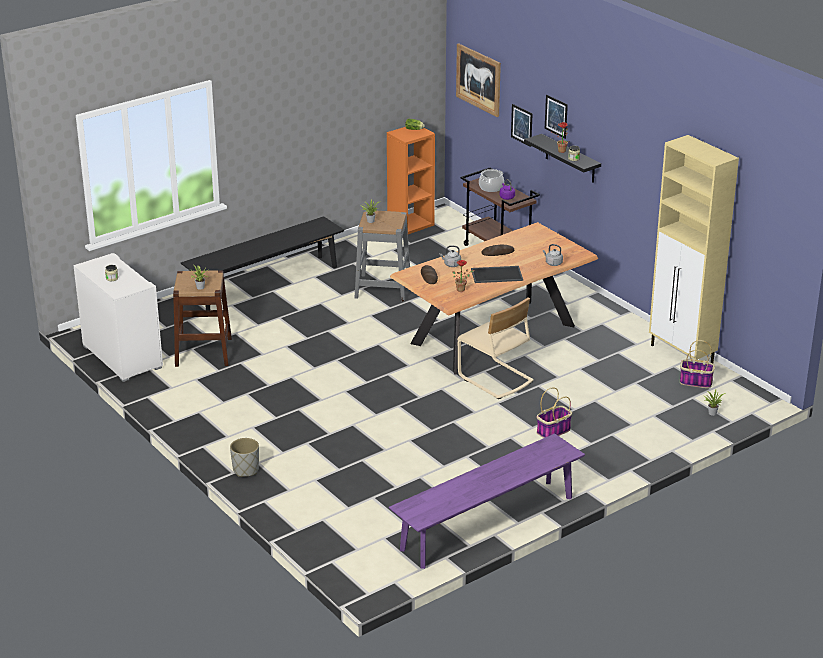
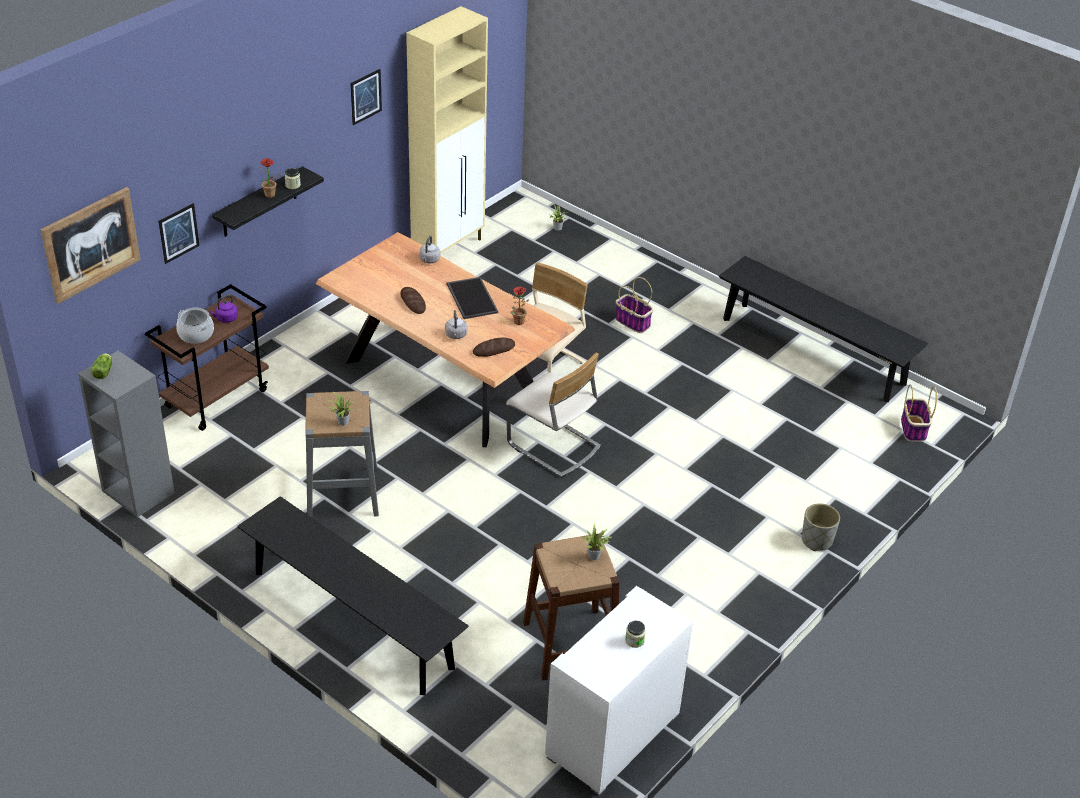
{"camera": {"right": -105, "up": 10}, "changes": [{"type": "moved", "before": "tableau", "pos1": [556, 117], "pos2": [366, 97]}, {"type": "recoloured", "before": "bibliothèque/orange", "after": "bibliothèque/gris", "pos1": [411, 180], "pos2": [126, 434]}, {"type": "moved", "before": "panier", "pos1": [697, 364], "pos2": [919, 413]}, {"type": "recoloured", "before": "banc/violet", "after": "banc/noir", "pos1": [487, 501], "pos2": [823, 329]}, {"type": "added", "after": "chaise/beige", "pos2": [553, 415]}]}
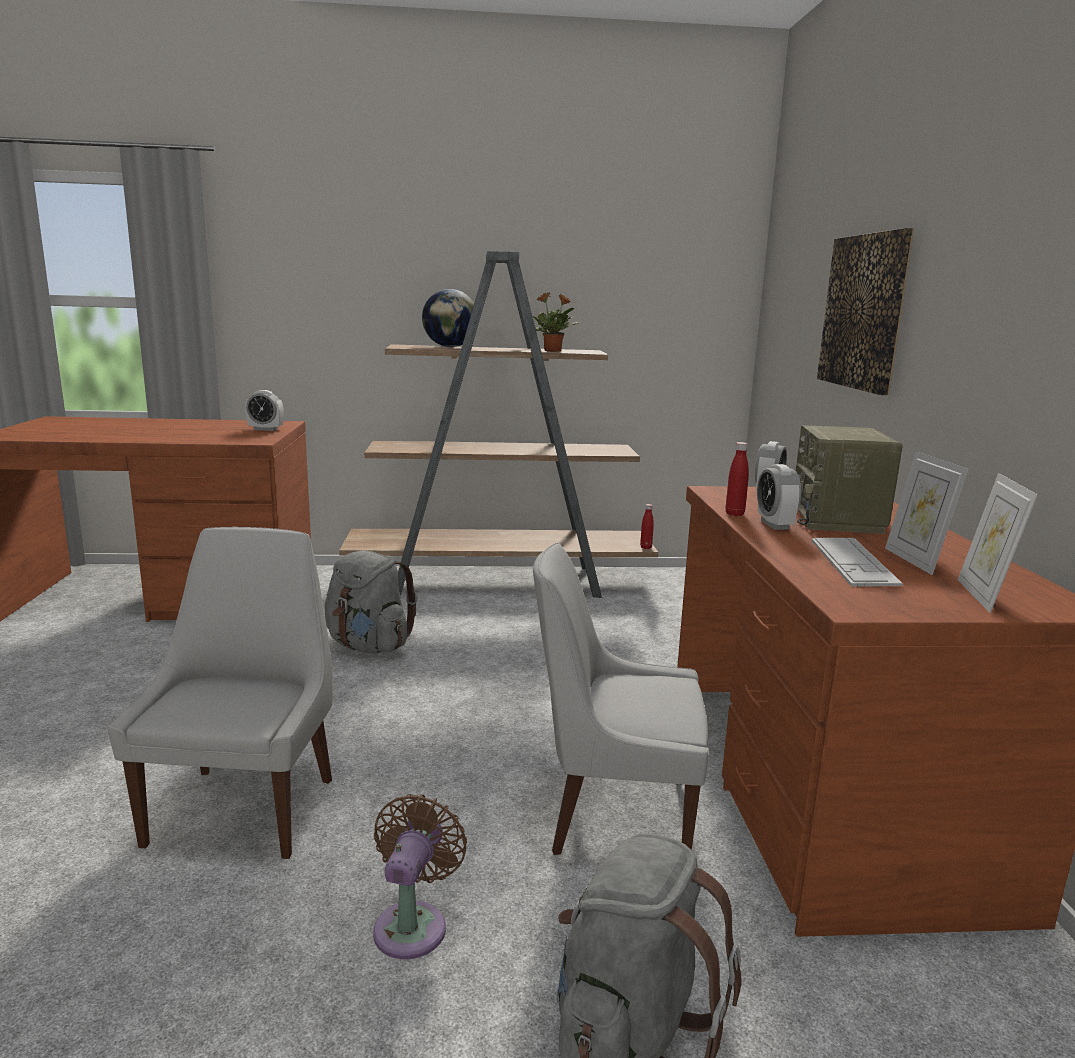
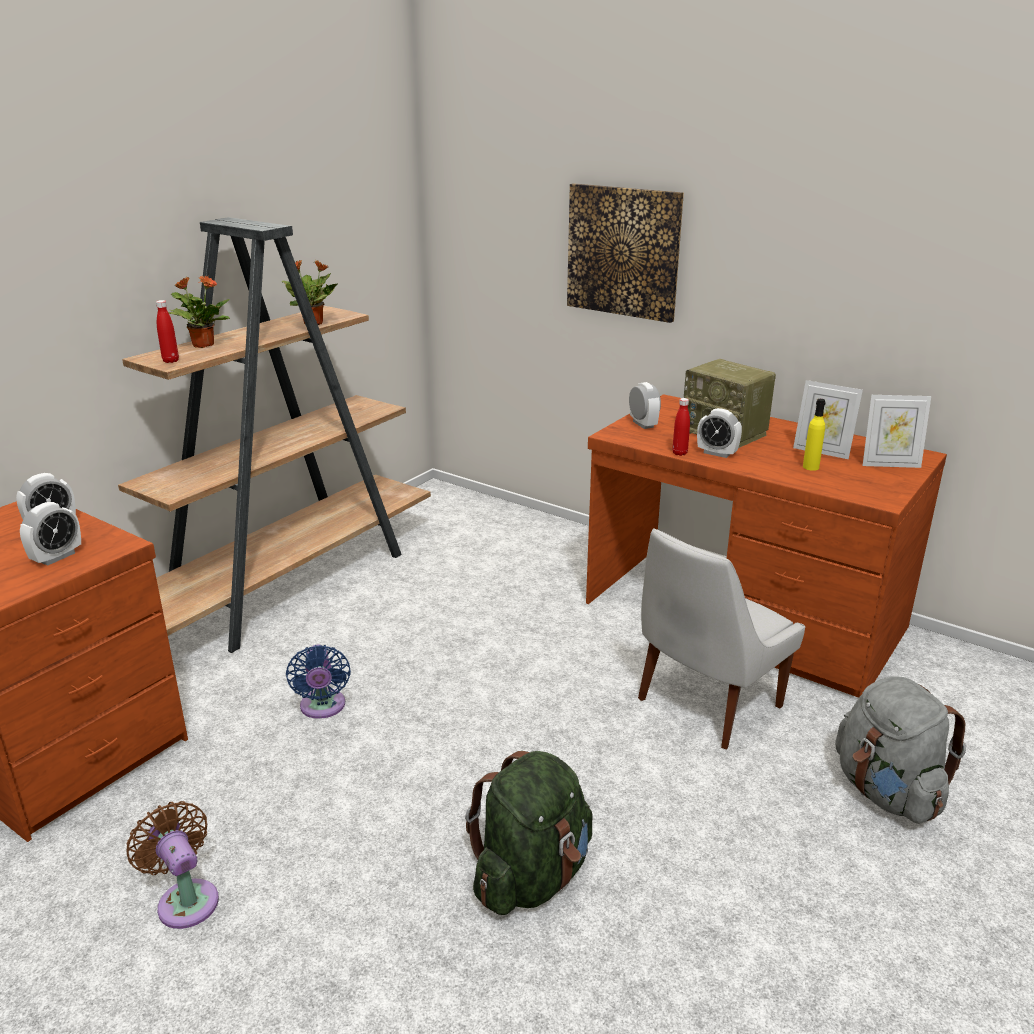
{"camera": {"right": -50, "up": 10}, "changes": [{"type": "replaced", "before": "globe", "after": "plante en pot", "pos1": [448, 318], "pos2": [199, 312]}, {"type": "turned", "before": "cadre photo", "pos1": [998, 543], "pos2": [897, 431], "turn": -45}, {"type": "moved", "before": "bouteille/rouge", "pos1": [647, 526], "pos2": [167, 331]}, {"type": "replaced", "before": "chaise/blanc", "after": "sac à dos/vert", "pos1": [220, 693], "pos2": [529, 833]}, {"type": "replaced", "before": "clavier", "after": "bouteille/jaune", "pos1": [857, 562], "pos2": [814, 435]}, {"type": "replaced", "before": "sac à dos/gris", "after": "ventilateur/bleu", "pos1": [371, 602], "pos2": [318, 682]}, {"type": "moved", "before": "ventilateur/marron", "pos1": [420, 876], "pos2": [172, 865]}, {"type": "added", "after": "réveil", "pos2": [50, 534]}]}
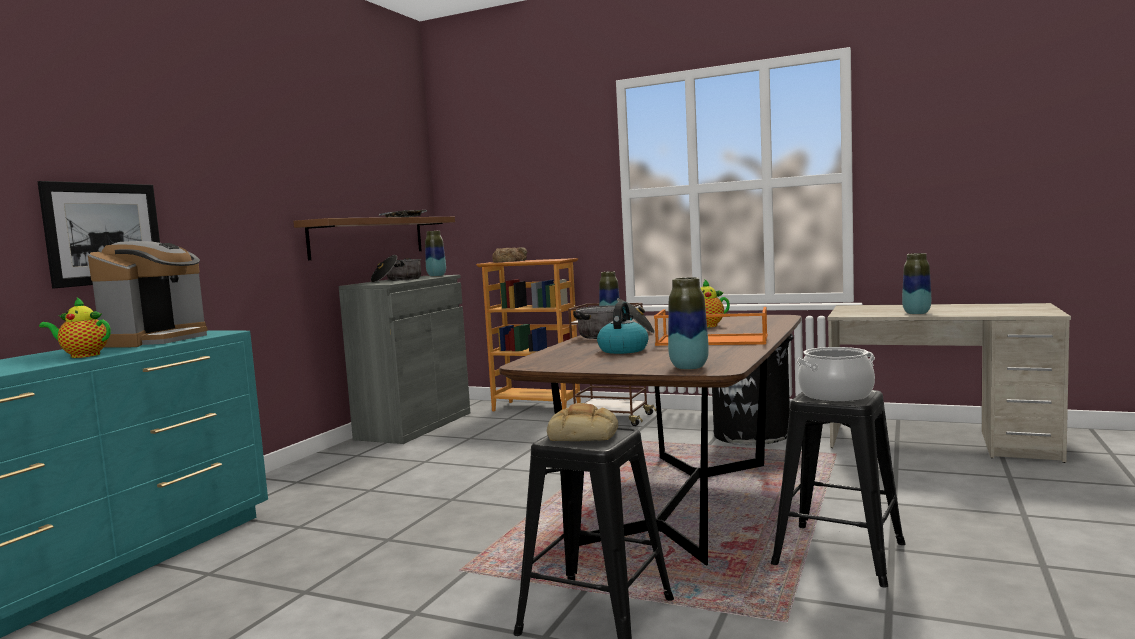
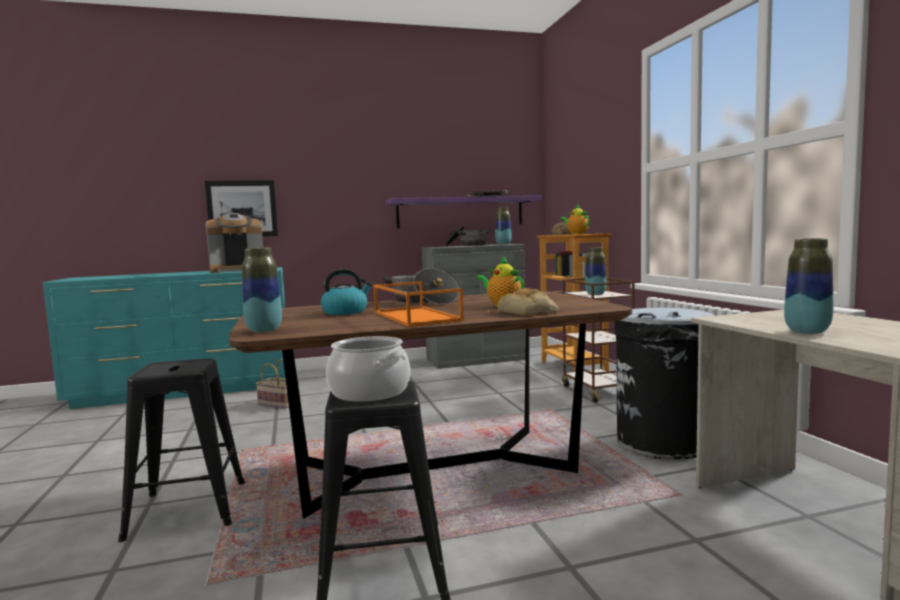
{"camera": {"right": 50, "up": 0}, "changes": [{"type": "recoloured", "before": "étagère/marron", "after": "étagère/violet", "pos1": [374, 238], "pos2": [464, 212]}, {"type": "moved", "before": "théière", "pos1": [75, 327], "pos2": [575, 219]}, {"type": "moved", "before": "pain", "pos1": [582, 422], "pos2": [527, 301]}, {"type": "added", "after": "panier", "pos2": [277, 384]}]}
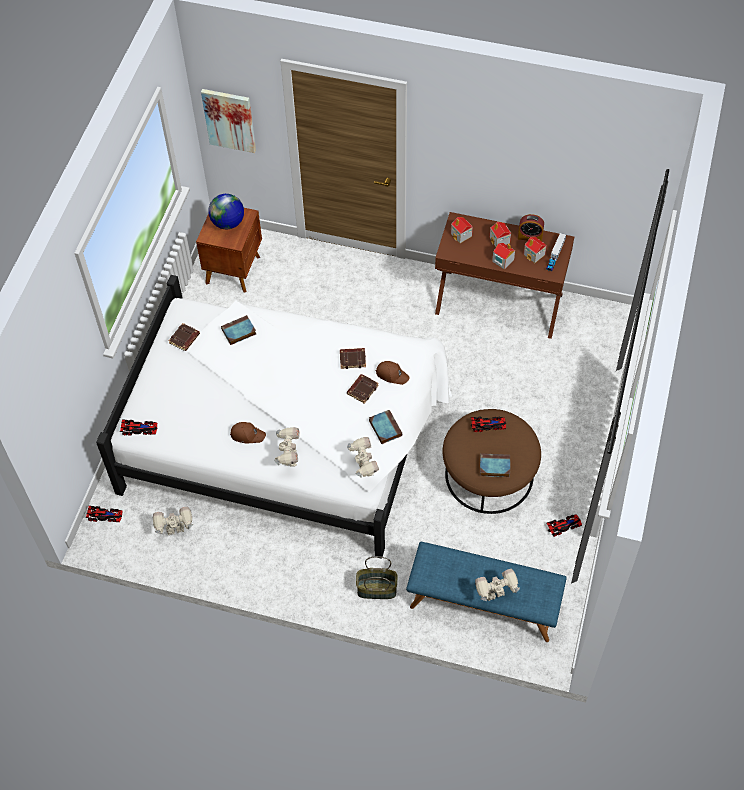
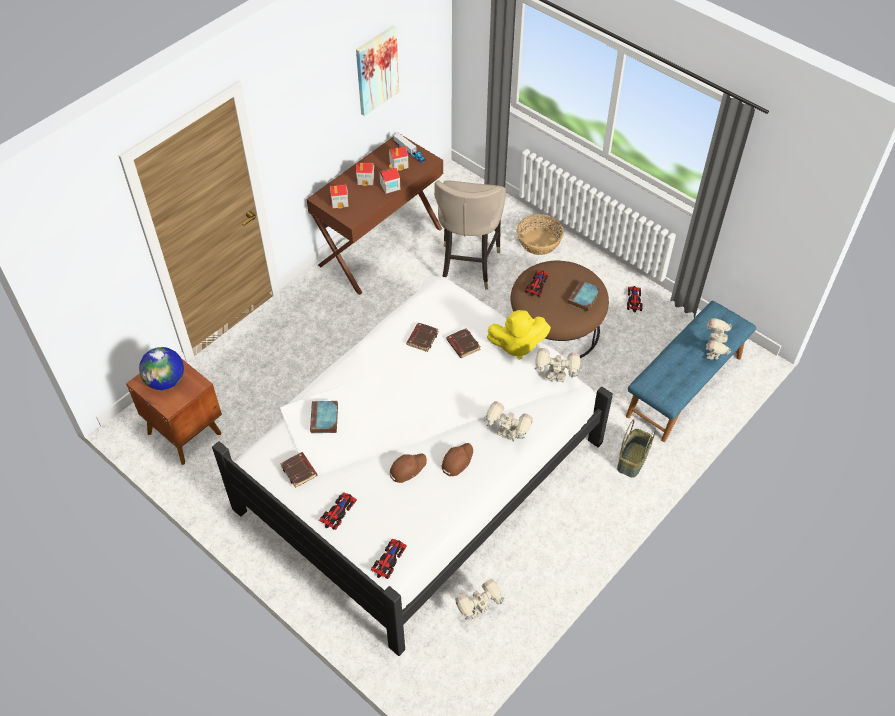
{"camera": {"right": -65, "up": -5}, "changes": [{"type": "moved", "before": "tableau", "pos1": [228, 121], "pos2": [377, 71]}, {"type": "removed", "before": "réveil", "pos1": [531, 227]}, {"type": "moved", "before": "casquette/marron", "pos1": [393, 373], "pos2": [408, 468]}, {"type": "replaced", "before": "livre", "after": "peluche/jaune", "pos1": [385, 427], "pos2": [519, 335]}, {"type": "moved", "before": "petite voiture", "pos1": [104, 514], "pos2": [338, 511]}, {"type": "turned", "before": "robot jouet", "pos1": [173, 521], "pos2": [479, 599], "turn": 45}, {"type": "added", "after": "tabouret/beige", "pos2": [470, 235]}, {"type": "added", "after": "panier", "pos2": [540, 234]}]}
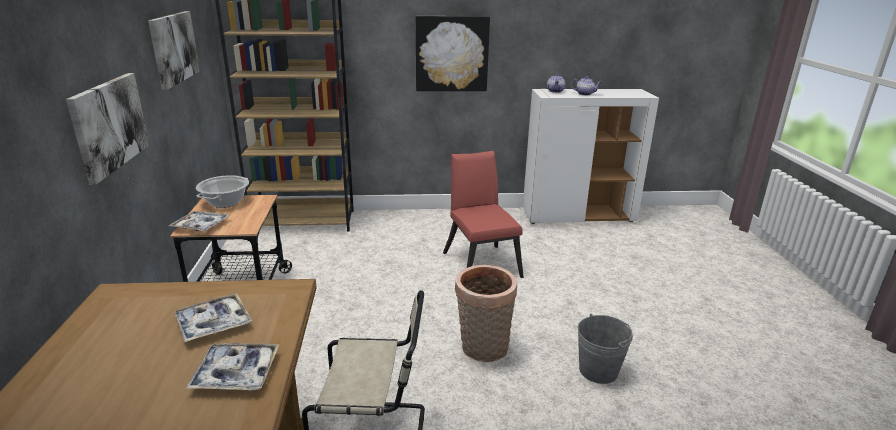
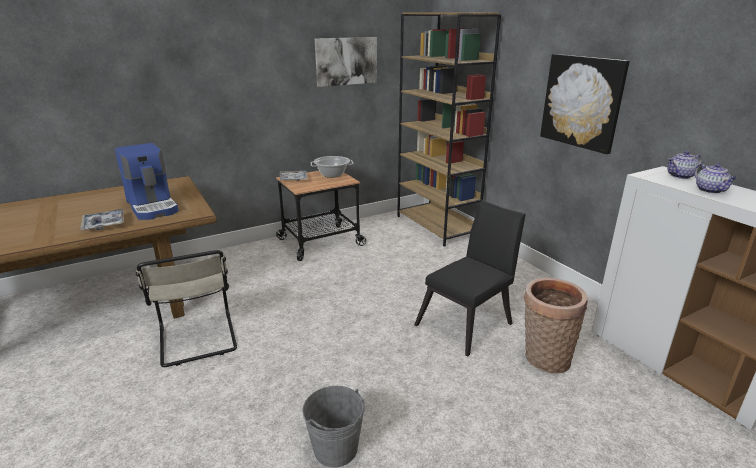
{"camera": {"right": 65, "up": 0}, "changes": [{"type": "removed", "before": "tableau", "pos1": [108, 128]}, {"type": "recoloured", "before": "chaise/rouge", "after": "chaise/noir", "pos1": [483, 214], "pos2": [470, 278]}, {"type": "moved", "before": "panier", "pos1": [486, 313], "pos2": [556, 326]}, {"type": "replaced", "before": "plateau", "after": "machine à café", "pos1": [213, 317], "pos2": [147, 181]}]}
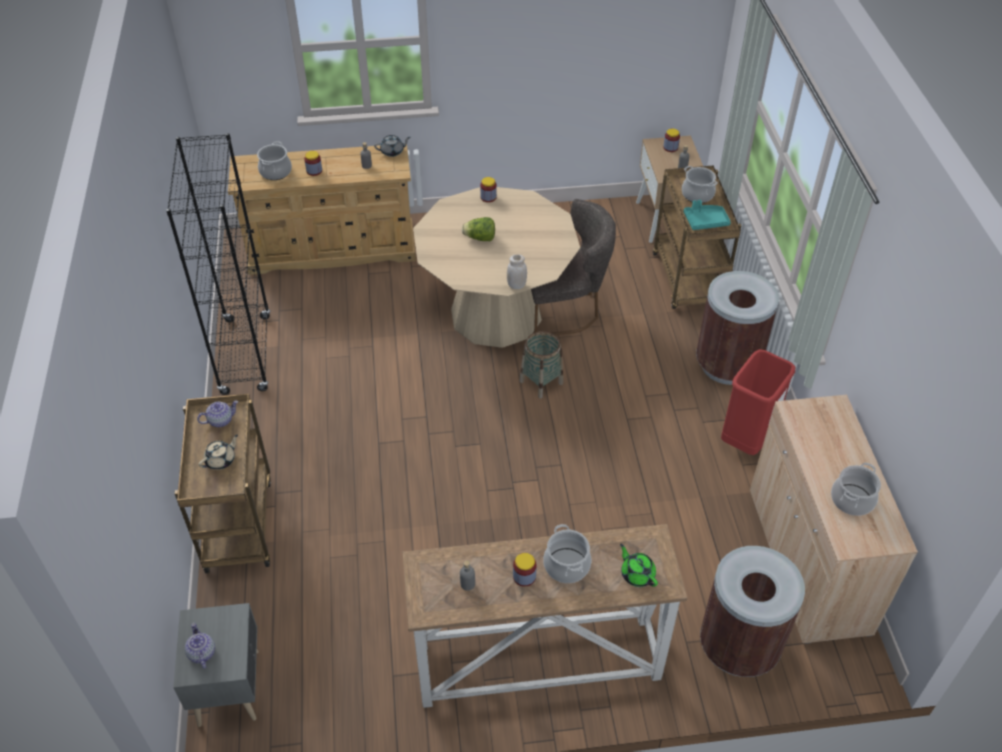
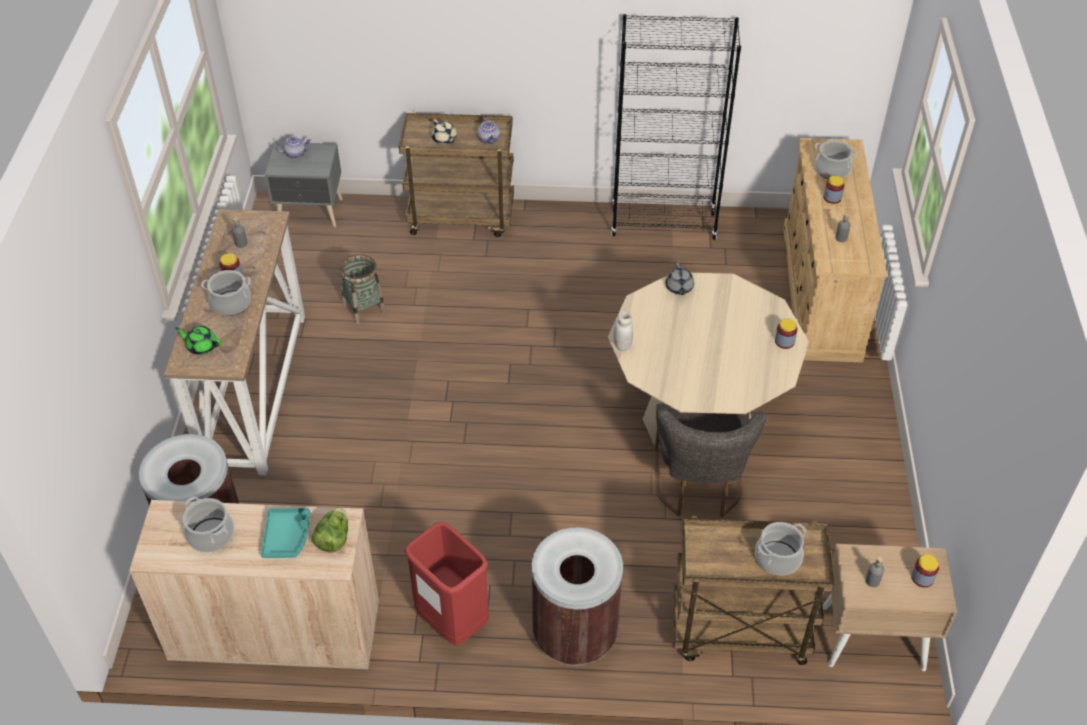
{"camera": {"right": 100, "up": 0}, "changes": [{"type": "moved", "before": "théière/gris", "pos1": [392, 146], "pos2": [680, 279]}, {"type": "moved", "before": "plateau/turquoise", "pos1": [707, 215], "pos2": [285, 533]}, {"type": "moved", "before": "laitue", "pos1": [478, 229], "pos2": [330, 529]}, {"type": "moved", "before": "panier", "pos1": [541, 365], "pos2": [363, 289]}, {"type": "turned", "before": "théière/vert", "pos1": [639, 565], "pos2": [198, 340], "turn": -135}]}
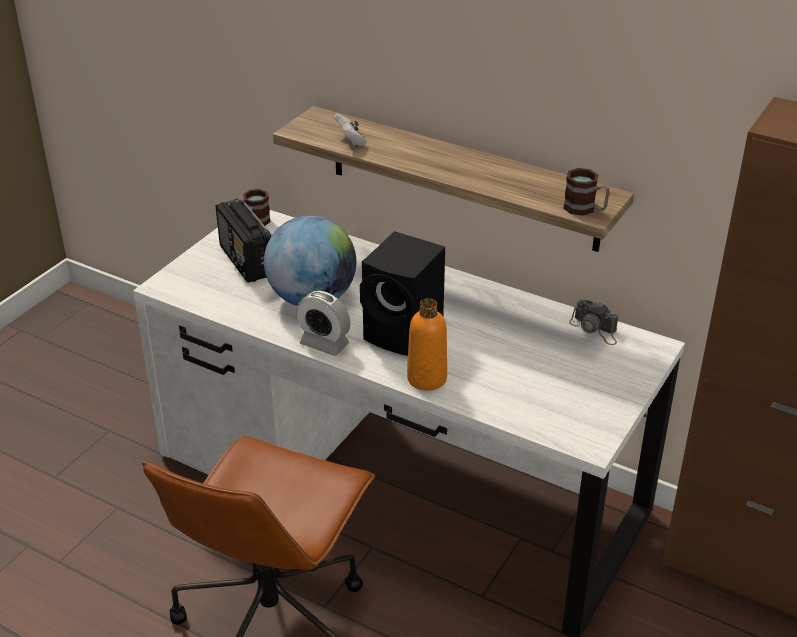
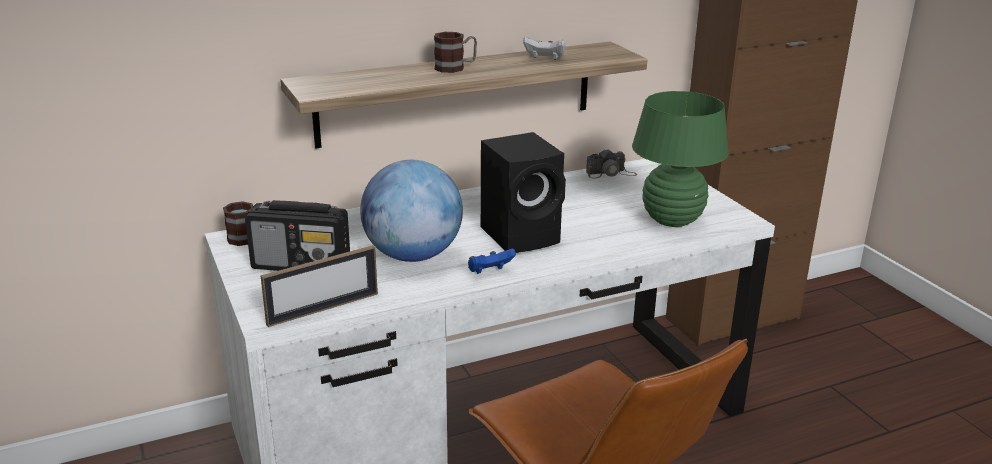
{"camera": {"right": -55, "up": -10}, "changes": [{"type": "moved", "before": "manette/blanc", "pos1": [349, 129], "pos2": [544, 48]}, {"type": "moved", "before": "mug", "pos1": [586, 192], "pos2": [455, 52]}, {"type": "replaced", "before": "réveil", "after": "manette/bleu", "pos1": [323, 323], "pos2": [492, 261]}, {"type": "removed", "before": "bouteille/orange", "pos1": [427, 344]}, {"type": "added", "after": "lampe de table/vert", "pos2": [680, 159]}, {"type": "added", "after": "cadre photo", "pos2": [319, 286]}]}
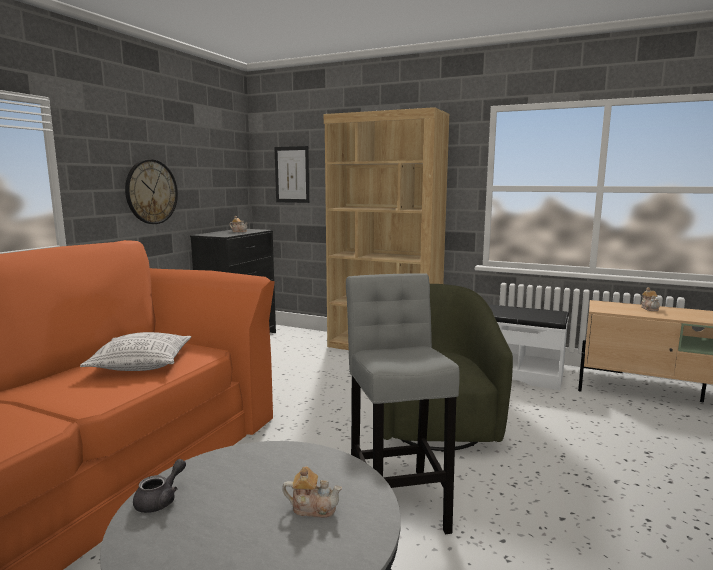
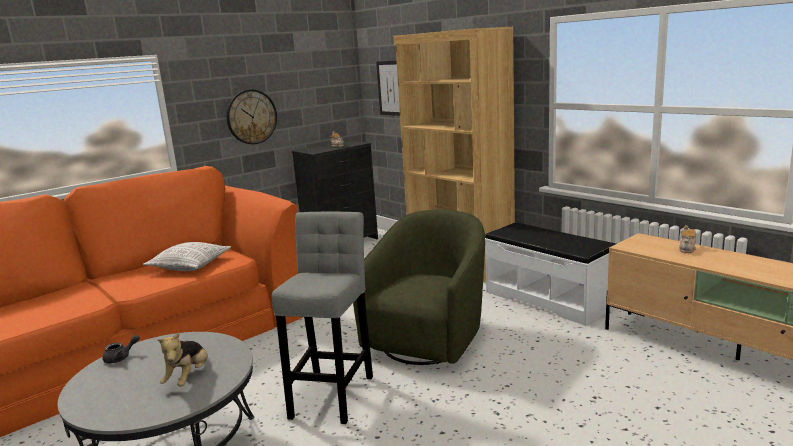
{"camera": {"right": 25, "up": 5}, "changes": [{"type": "replaced", "before": "théière", "after": "peluche", "pos1": [312, 492], "pos2": [183, 359]}]}
